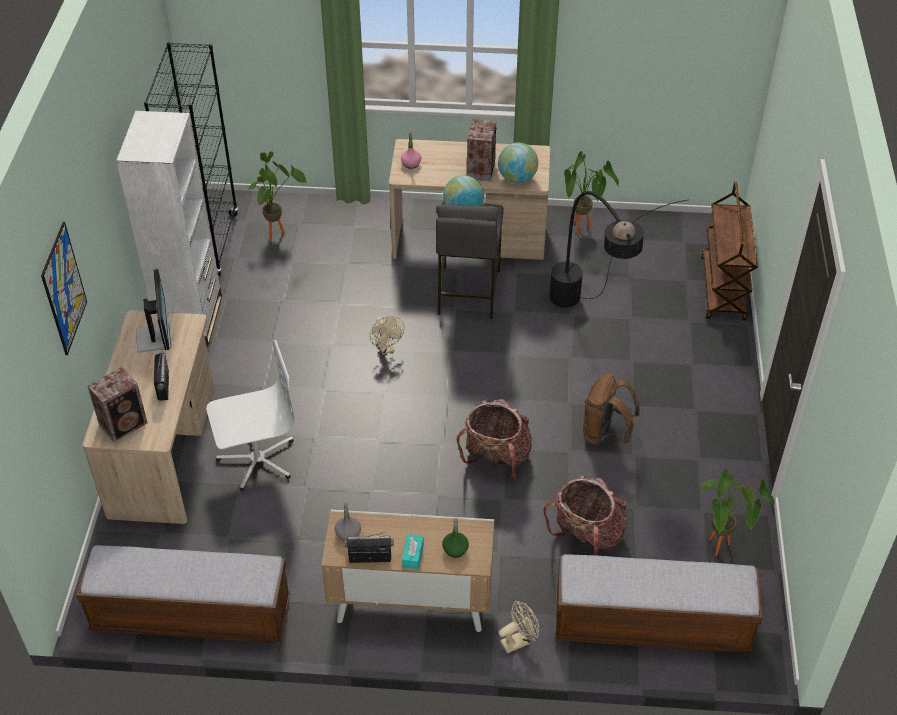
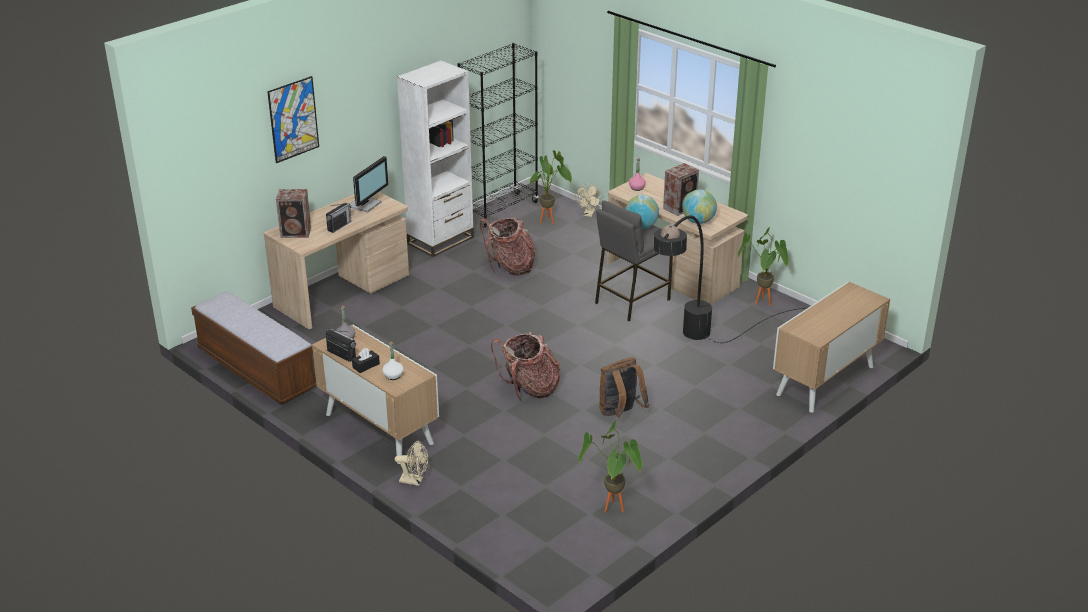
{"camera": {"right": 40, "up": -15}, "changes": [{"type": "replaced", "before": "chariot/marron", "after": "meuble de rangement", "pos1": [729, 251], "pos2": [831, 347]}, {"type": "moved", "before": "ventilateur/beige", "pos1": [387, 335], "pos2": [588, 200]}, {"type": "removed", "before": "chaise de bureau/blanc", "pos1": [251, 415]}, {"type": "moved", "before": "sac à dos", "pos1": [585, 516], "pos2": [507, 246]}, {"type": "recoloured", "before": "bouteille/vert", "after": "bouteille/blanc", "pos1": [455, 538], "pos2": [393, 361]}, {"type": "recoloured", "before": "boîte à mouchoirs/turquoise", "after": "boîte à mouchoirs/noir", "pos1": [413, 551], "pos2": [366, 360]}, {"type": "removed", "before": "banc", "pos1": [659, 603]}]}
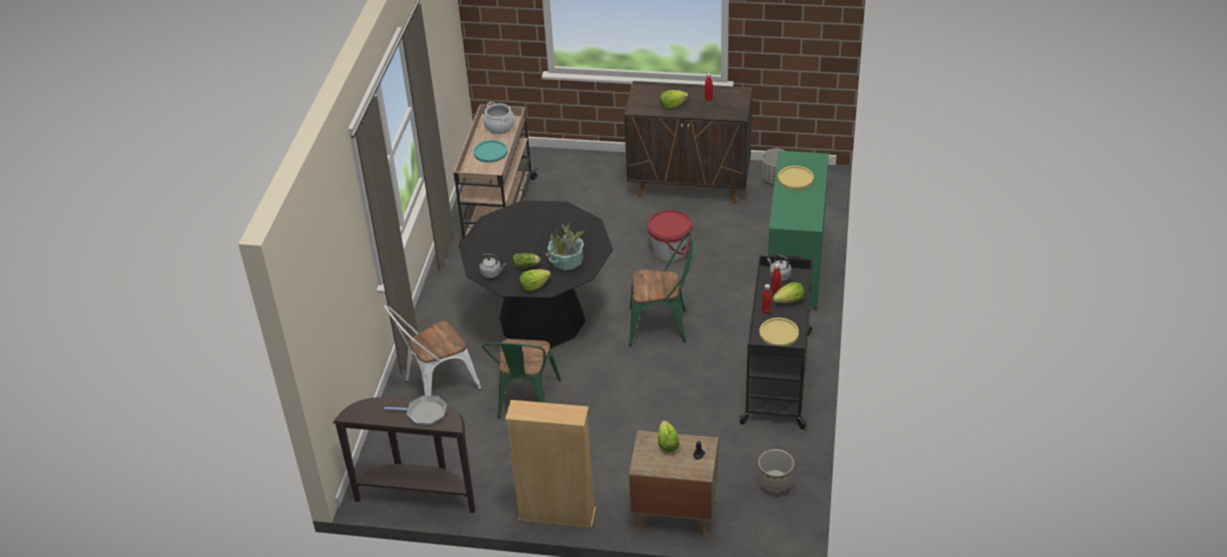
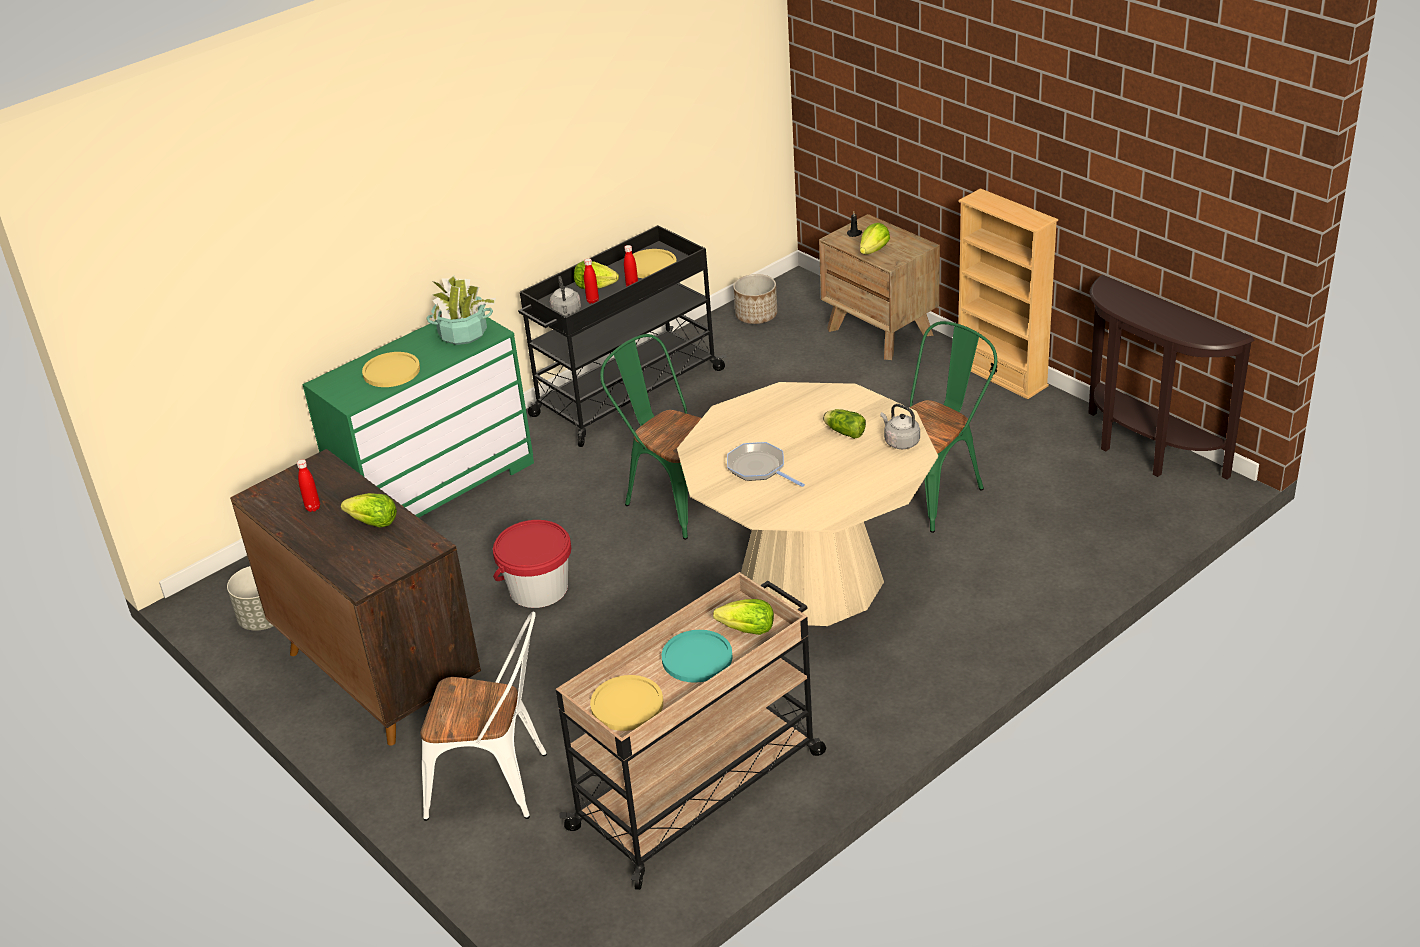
{"camera": {"right": -140, "up": -5}, "changes": [{"type": "replaced", "before": "marmite", "after": "assiette/jaune", "pos1": [499, 118], "pos2": [626, 703]}, {"type": "recoloured", "before": "table à manger/noir", "after": "table à manger/beige", "pos1": [536, 274], "pos2": [807, 504]}, {"type": "moved", "before": "plante en pot", "pos1": [565, 247], "pos2": [461, 310]}, {"type": "moved", "before": "laitue", "pos1": [535, 280], "pos2": [743, 617]}, {"type": "moved", "before": "chaise/blanc", "pos1": [432, 350], "pos2": [483, 716]}, {"type": "moved", "before": "poêle", "pos1": [415, 410], "pos2": [766, 464]}]}
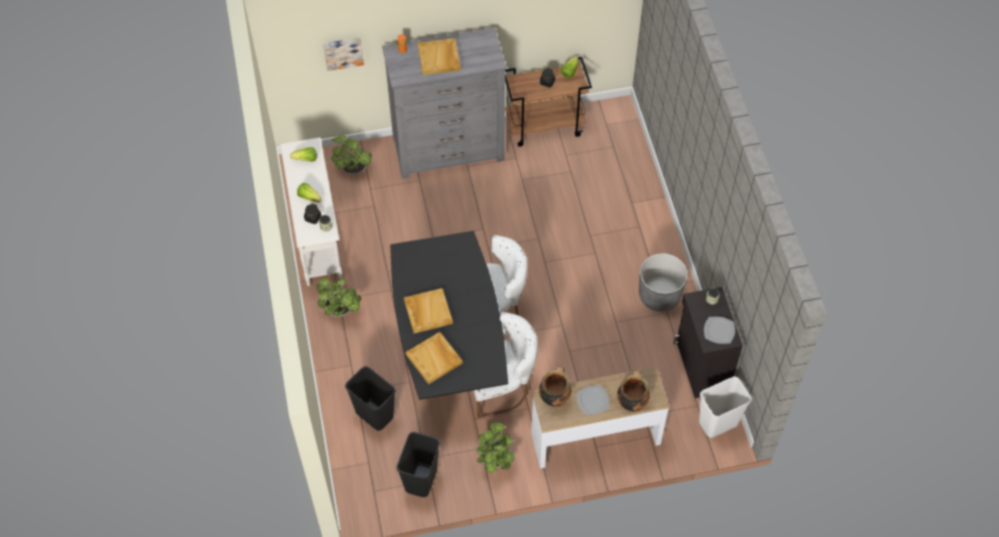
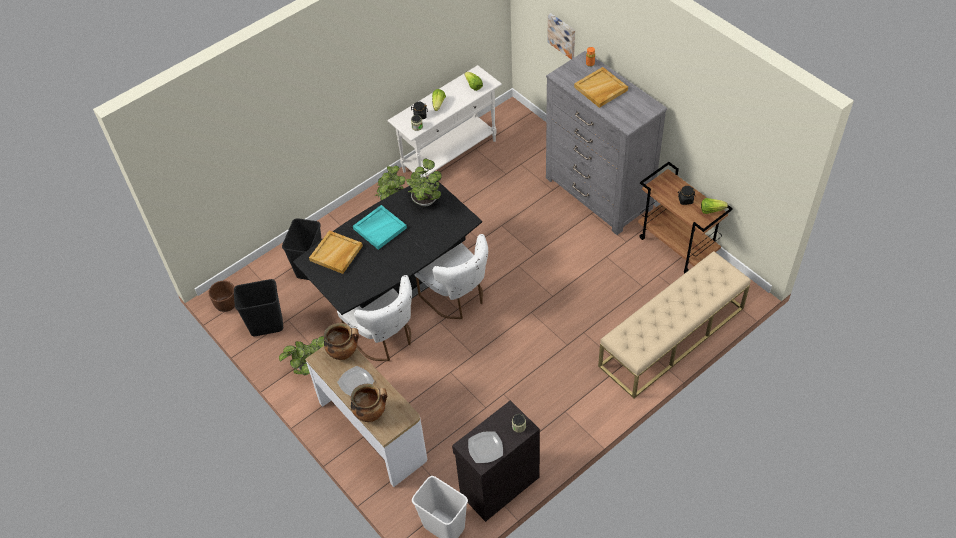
{"camera": {"right": 65, "up": -5}, "changes": [{"type": "moved", "before": "plante en pot", "pos1": [351, 155], "pos2": [424, 183]}, {"type": "removed", "before": "cache-pot/gris", "pos1": [663, 282]}, {"type": "recoloured", "before": "plateau/beige", "after": "plateau/turquoise", "pos1": [428, 310], "pos2": [380, 227]}, {"type": "added", "after": "banc/beige", "pos2": [674, 324]}, {"type": "added", "after": "cache-pot/marron", "pos2": [222, 296]}]}
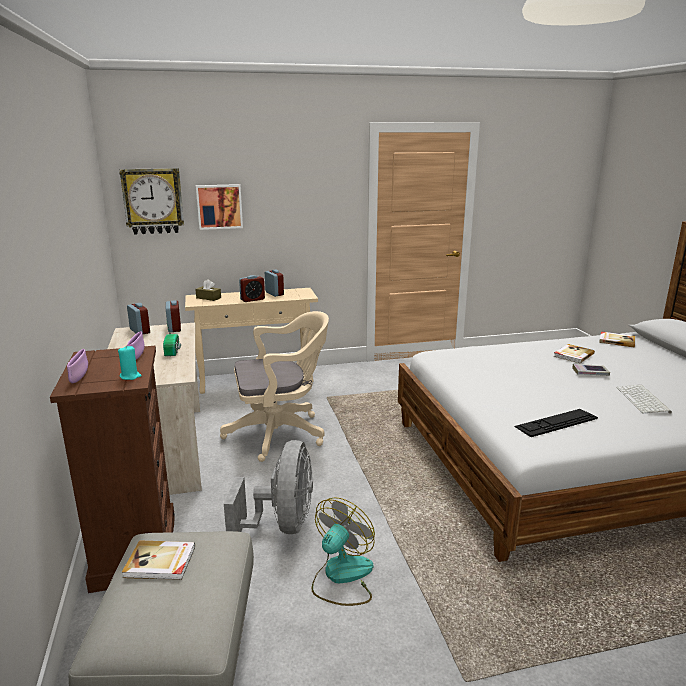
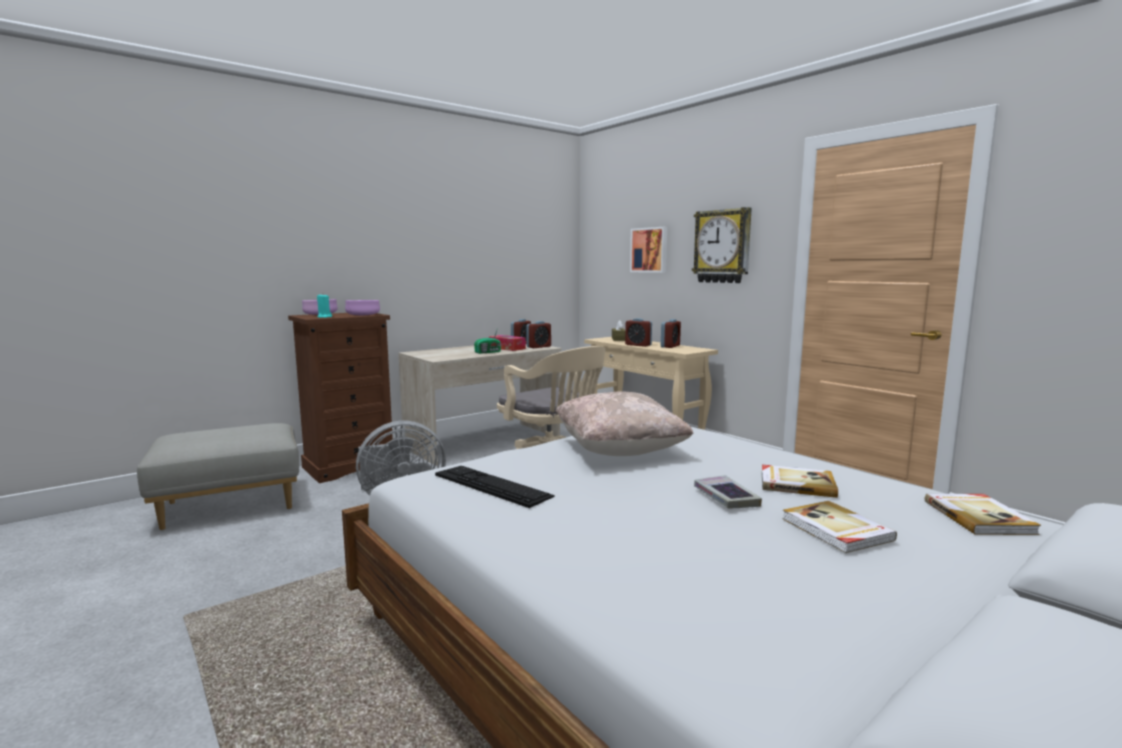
{"camera": {"right": 65, "up": -10}, "changes": [{"type": "moved", "before": "horloge murale", "pos1": [151, 201], "pos2": [722, 245]}, {"type": "removed", "before": "clavier", "pos1": [644, 399]}, {"type": "removed", "before": "ventilateur", "pos1": [343, 551]}, {"type": "moved", "before": "livre", "pos1": [158, 560], "pos2": [839, 527]}, {"type": "added", "after": "boîte à mouchoirs", "pos2": [507, 343]}, {"type": "added", "after": "coussin/beige", "pos2": [624, 423]}]}
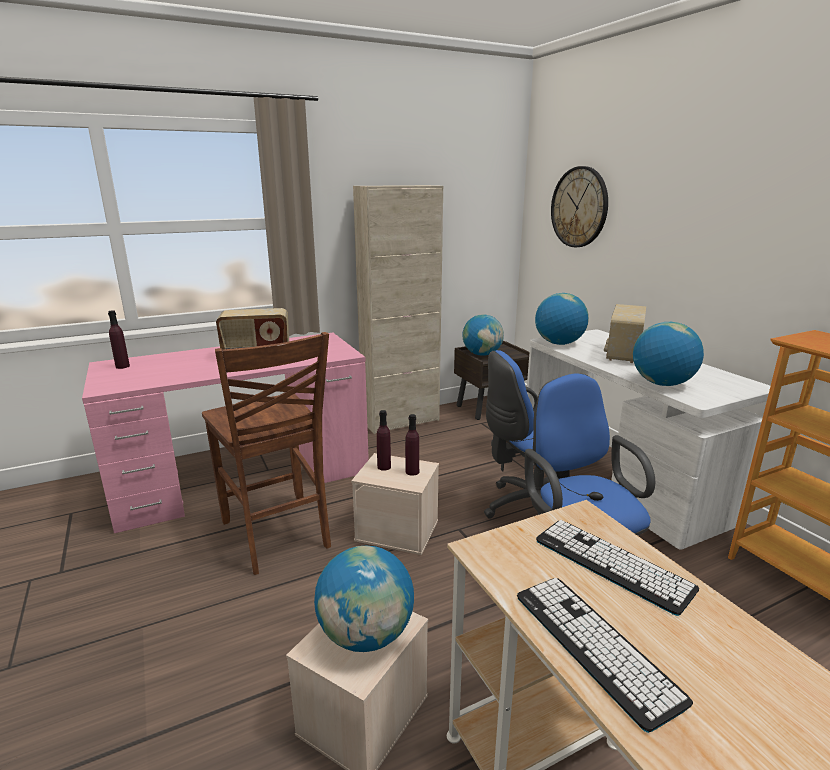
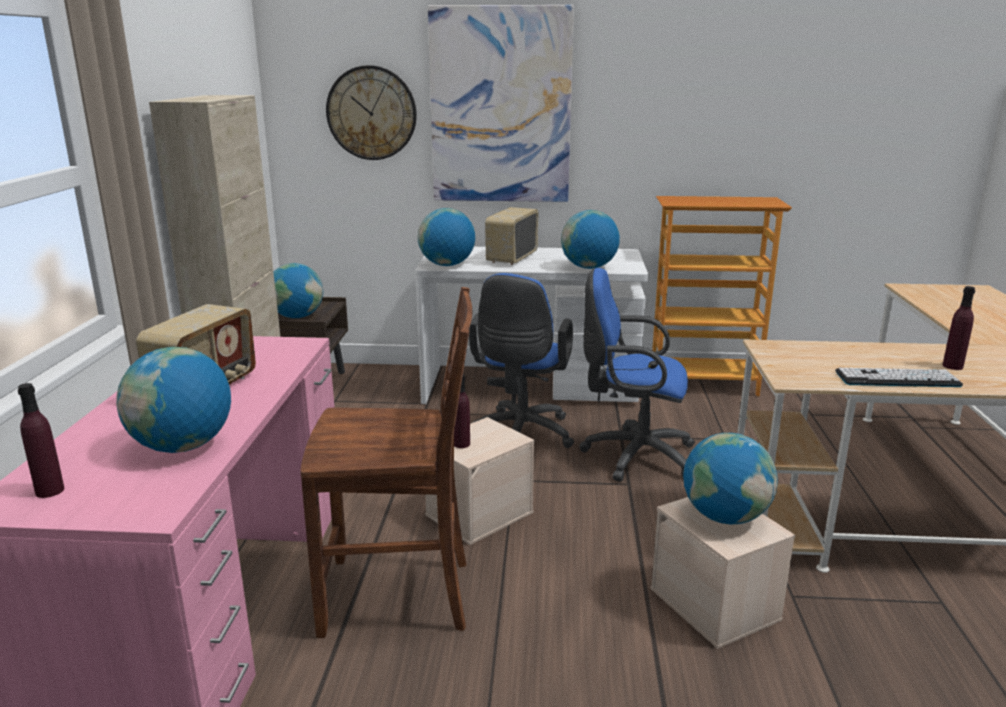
{"camera": {"right": -60, "up": 0}, "changes": [{"type": "turned", "before": "radio", "pos1": [625, 333], "pos2": [512, 236], "turn": 60}, {"type": "moved", "before": "bouteille/violet", "pos1": [412, 445], "pos2": [958, 328]}, {"type": "removed", "before": "clavier", "pos1": [617, 568]}, {"type": "added", "after": "tableau", "pos2": [501, 103]}, {"type": "added", "after": "globe", "pos2": [173, 400]}]}
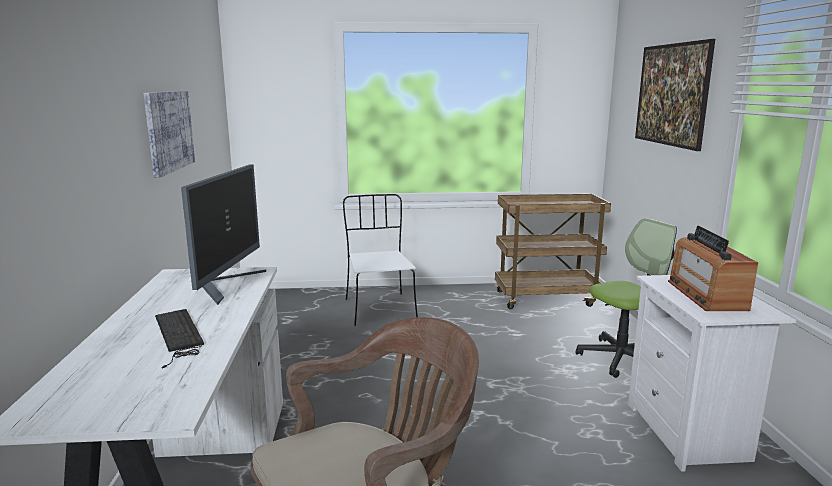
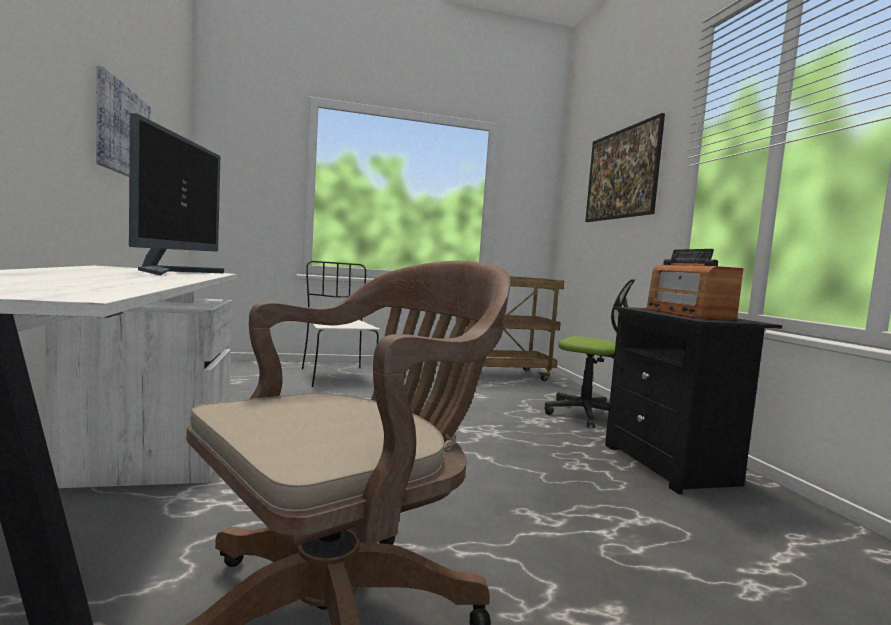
{"camera": {"right": -10, "up": -10}, "changes": [{"type": "turned", "before": "chaise de bureau", "pos1": [626, 298], "pos2": [590, 353], "turn": 60}, {"type": "recoloured", "before": "table de chevet/blanc", "after": "table de chevet/noir", "pos1": [712, 373], "pos2": [693, 400]}, {"type": "removed", "before": "clavier", "pos1": [179, 338]}]}
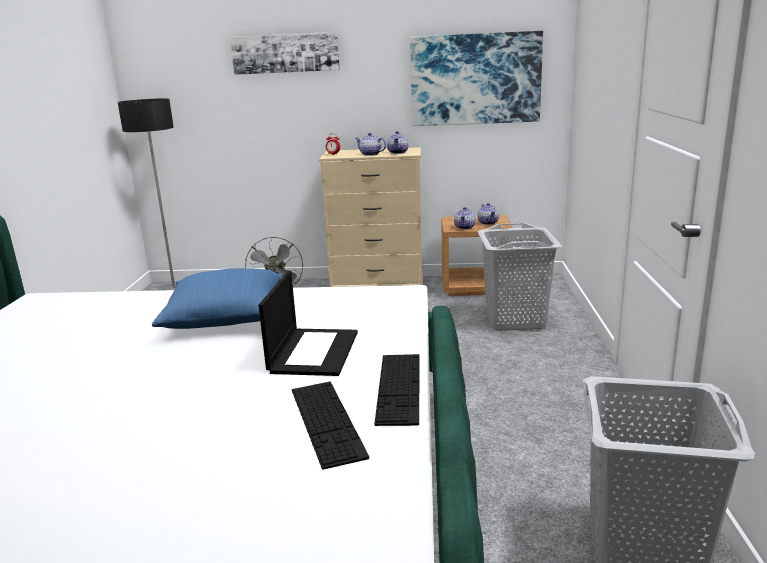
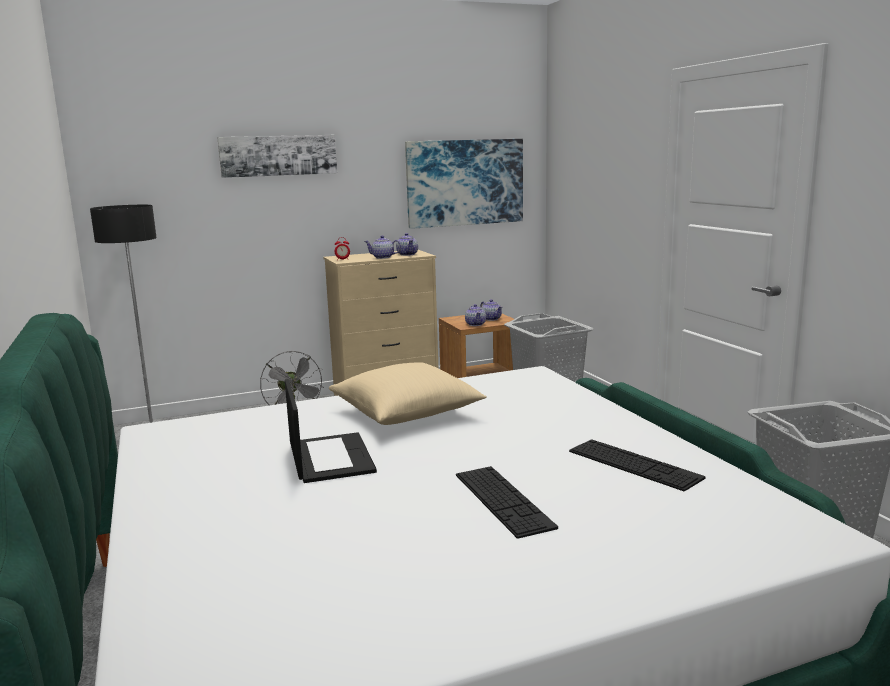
{"camera": {"right": -25, "up": -5}, "changes": [{"type": "recoloured", "before": "coussin/bleu", "after": "coussin/beige", "pos1": [217, 298], "pos2": [408, 393]}, {"type": "moved", "before": "ordinateur portable", "pos1": [308, 323], "pos2": [331, 431]}, {"type": "moved", "before": "clavier", "pos1": [397, 390], "pos2": [507, 502]}]}
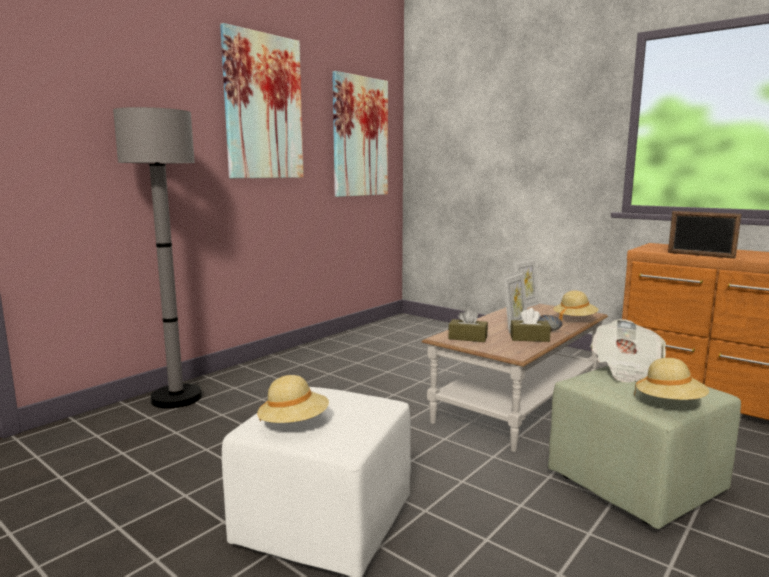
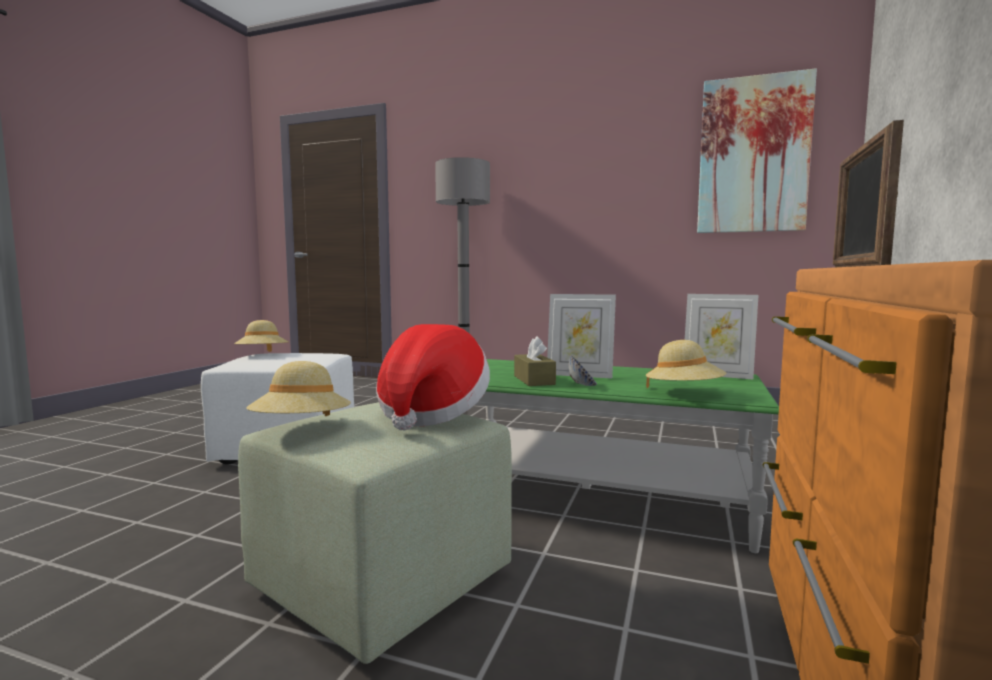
{"camera": {"right": 70, "up": -5}, "changes": [{"type": "removed", "before": "tableau", "pos1": [262, 100]}, {"type": "recoloured", "before": "table basse/marron", "after": "table basse/vert", "pos1": [515, 378], "pos2": [627, 456]}, {"type": "removed", "before": "boîte à mouchoirs/marron", "pos1": [468, 325]}, {"type": "replaced", "before": "journal", "after": "chapeau", "pos1": [628, 350], "pos2": [433, 377]}]}
